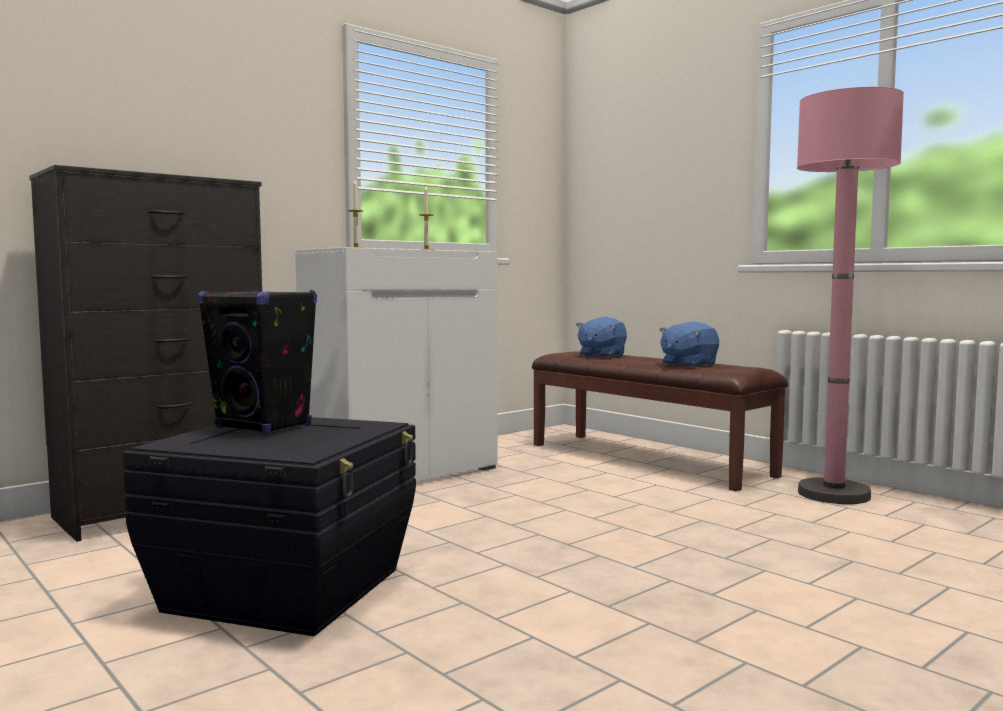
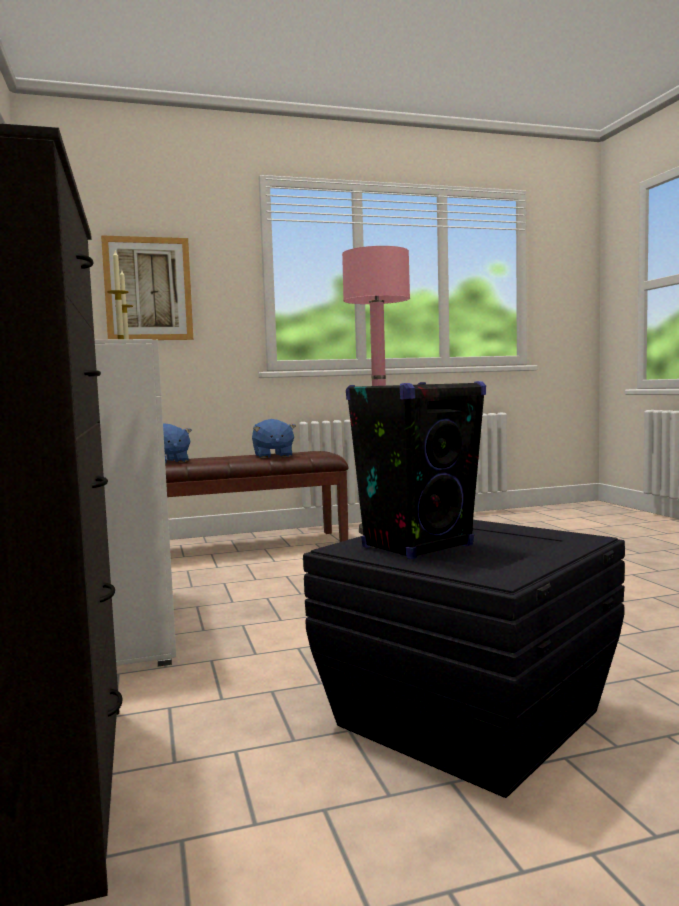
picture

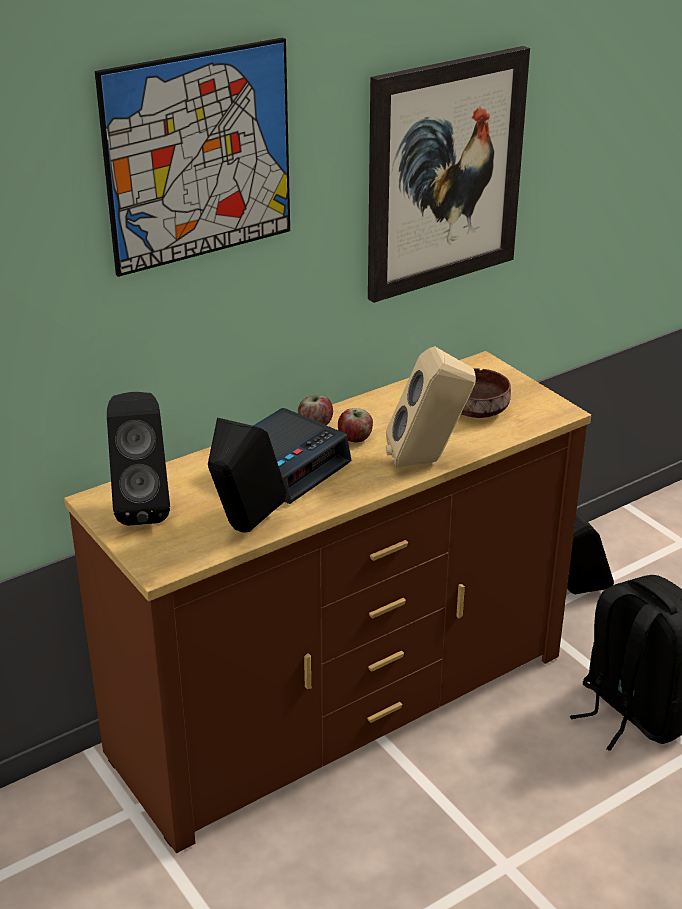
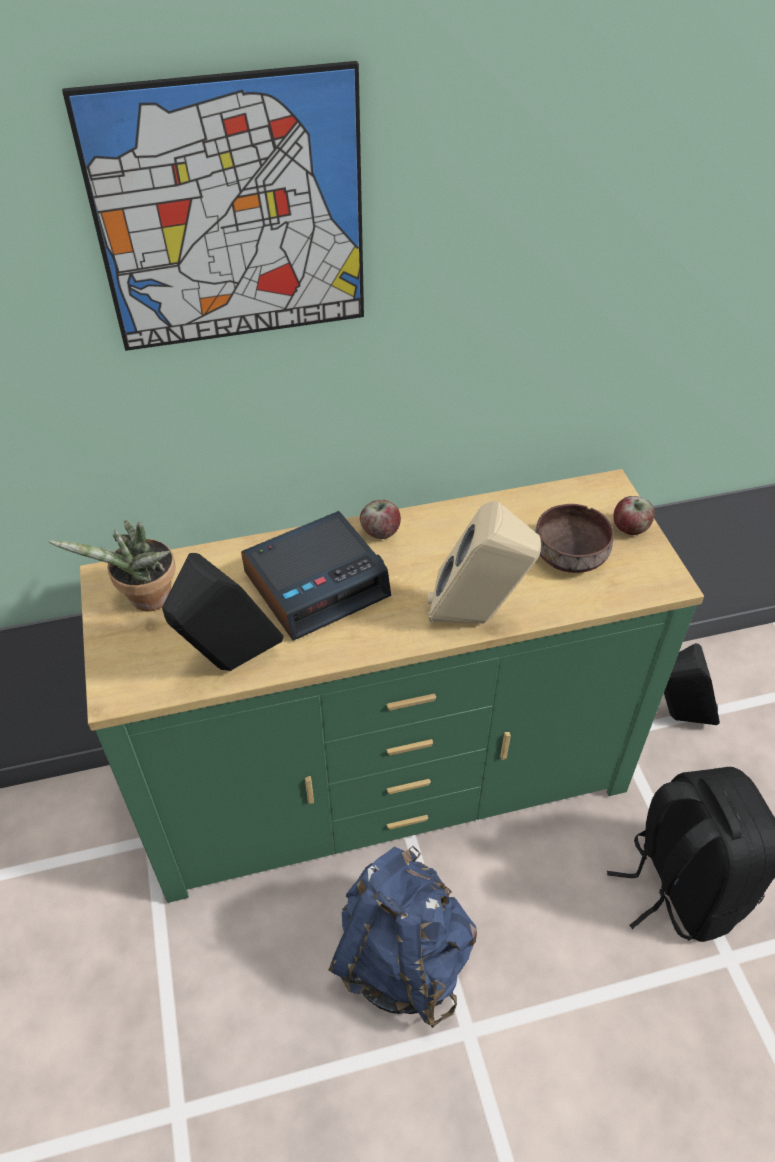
plant_in_a_pot
green_chest_of_drawers
bluish_backpack
whole_apple (2nd from left)
picture (2nd from left in the first image)

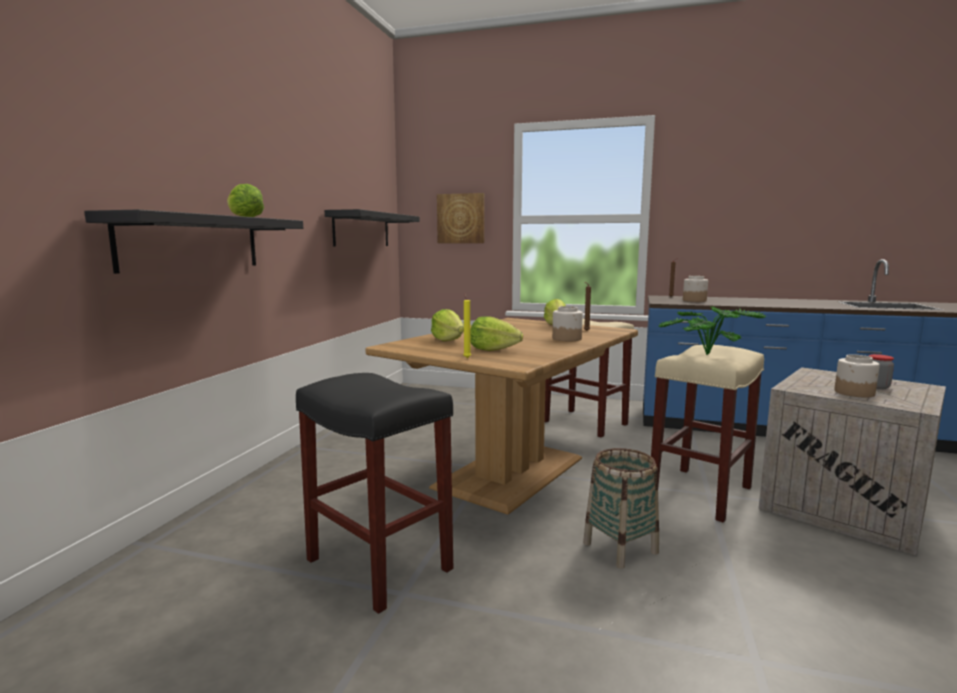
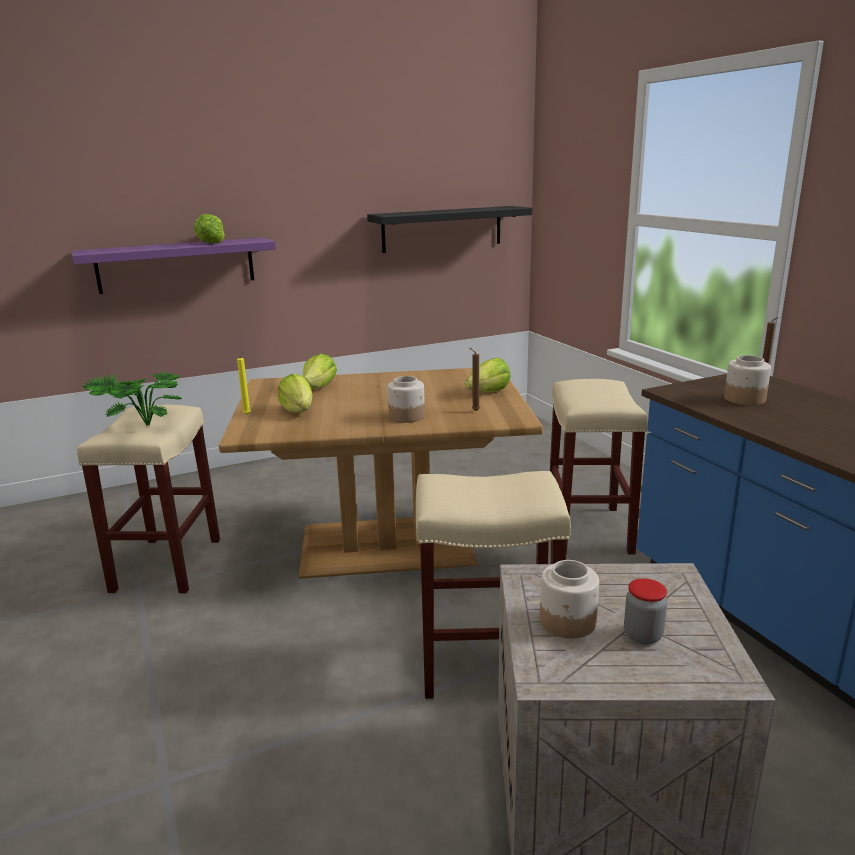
purplish_wall_shelf
sand-coloured_stool_seat (1st from left)
plant_in_a_pot
picture
basket

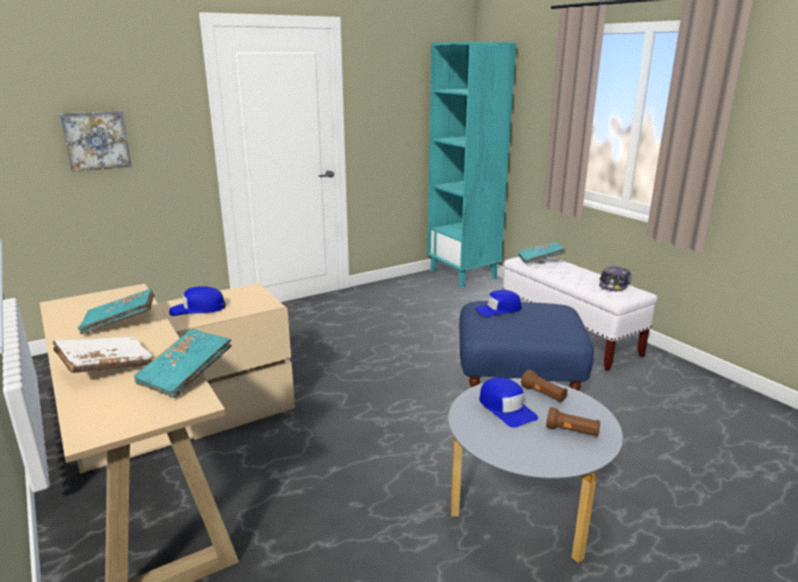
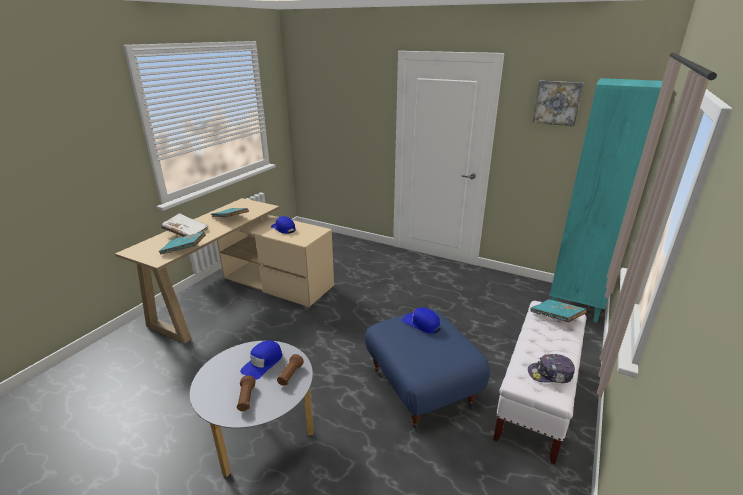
picture

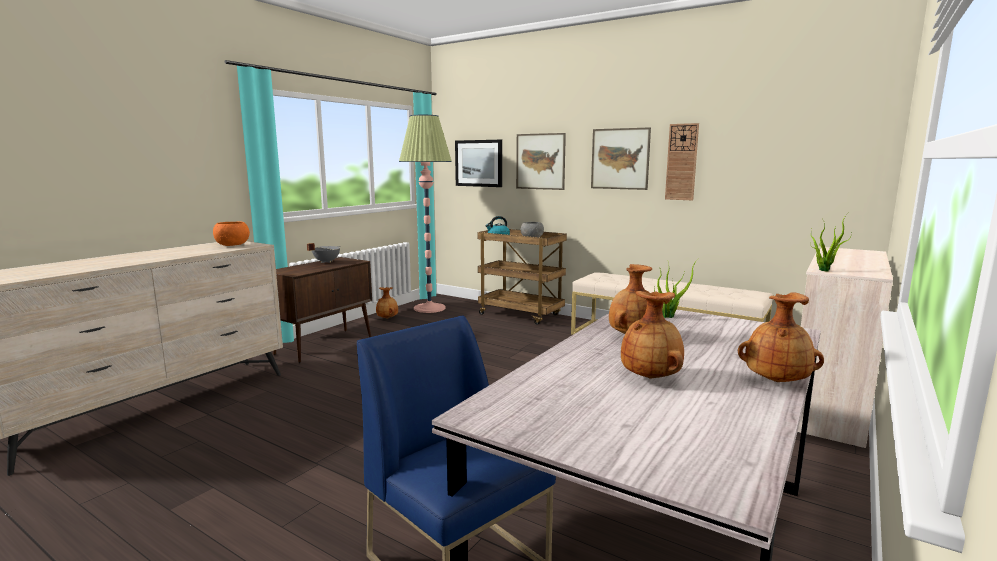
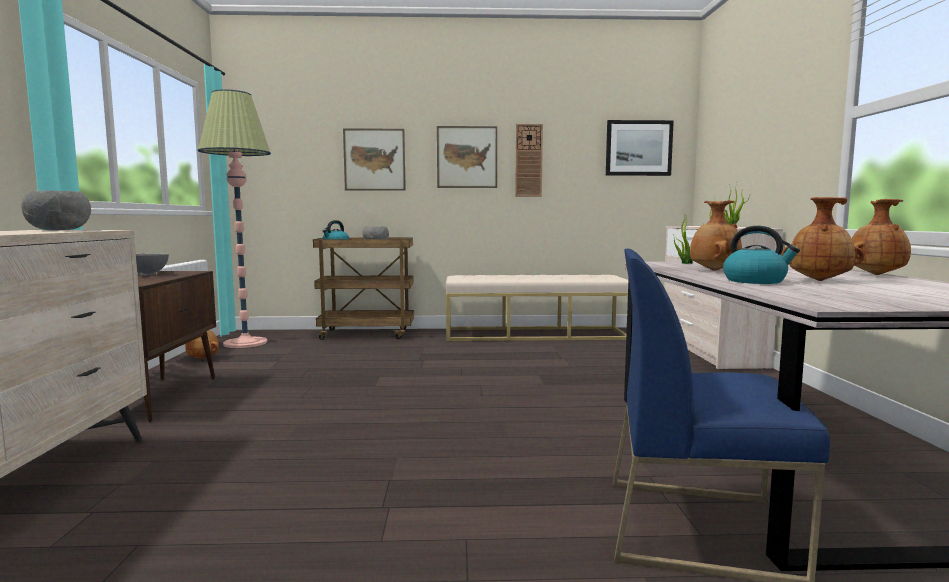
gray_serving_bowl (1st from left)
picture (3rd from left)
tea_kettle (2nd from left)

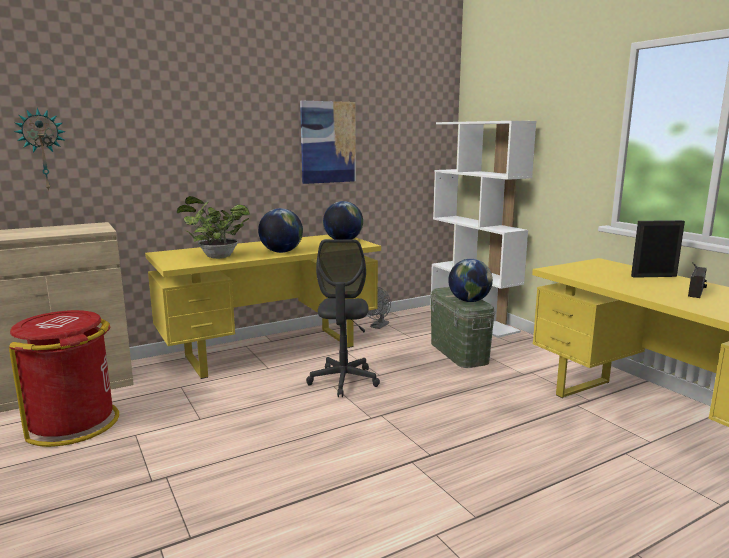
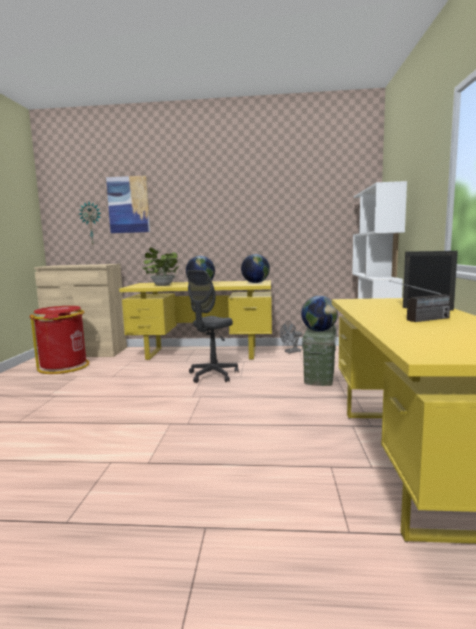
picture

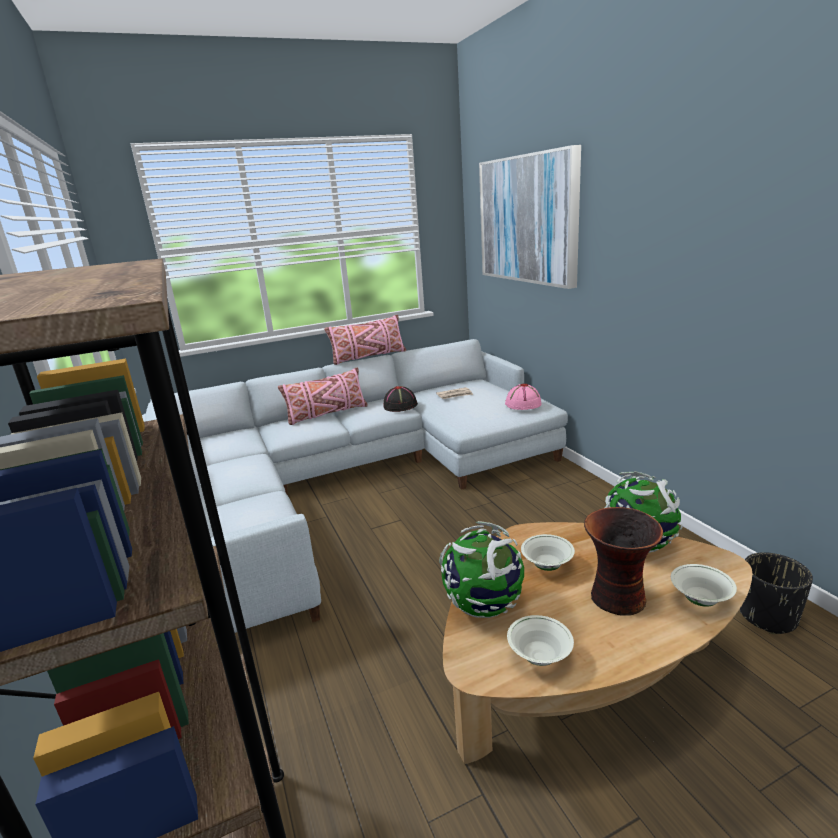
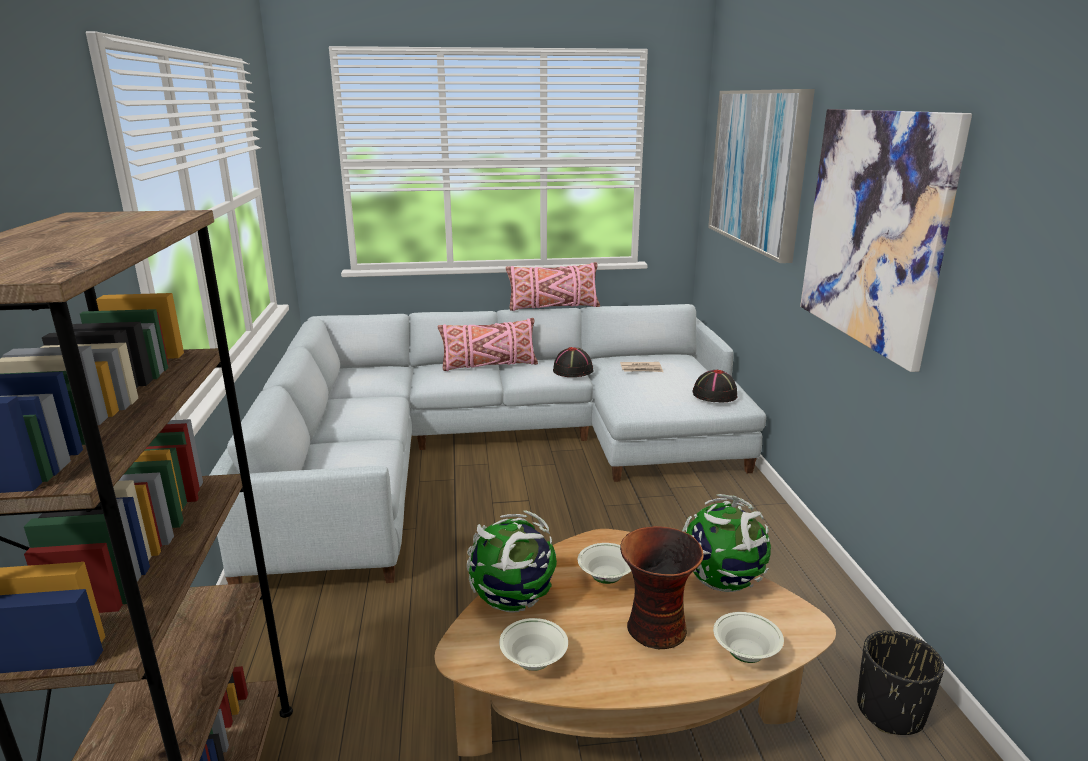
black-coloured_hat (2nd from left)
picture (2nd from left)

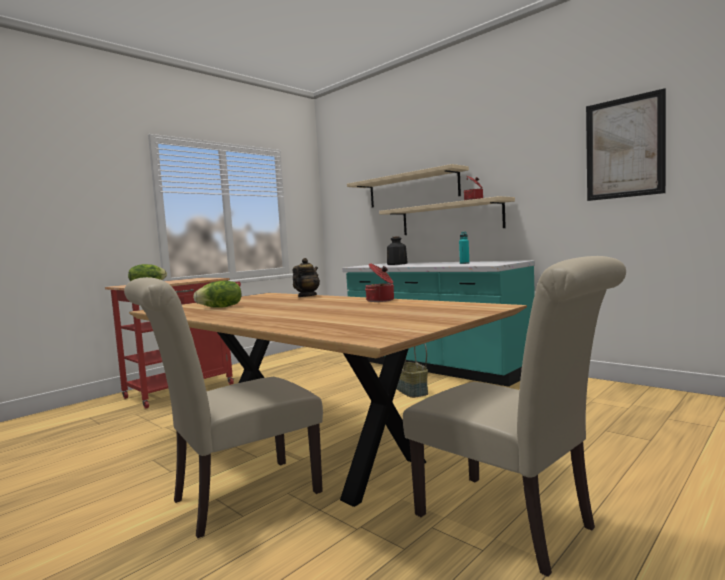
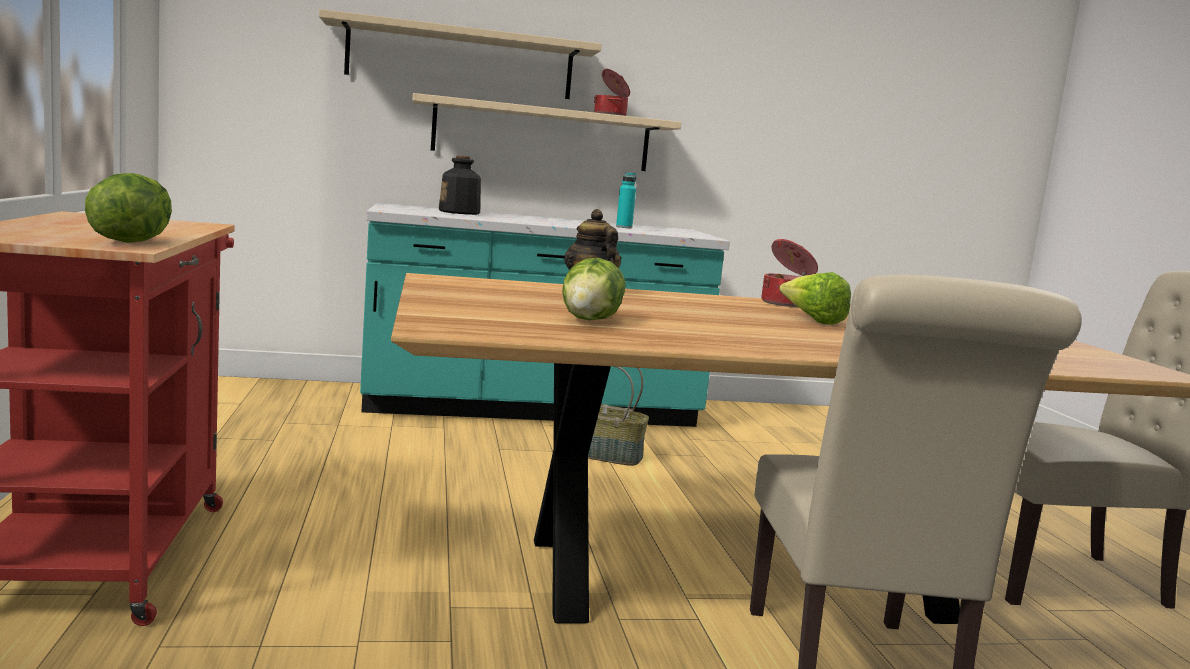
lettuce_head (3rd from left)
picture

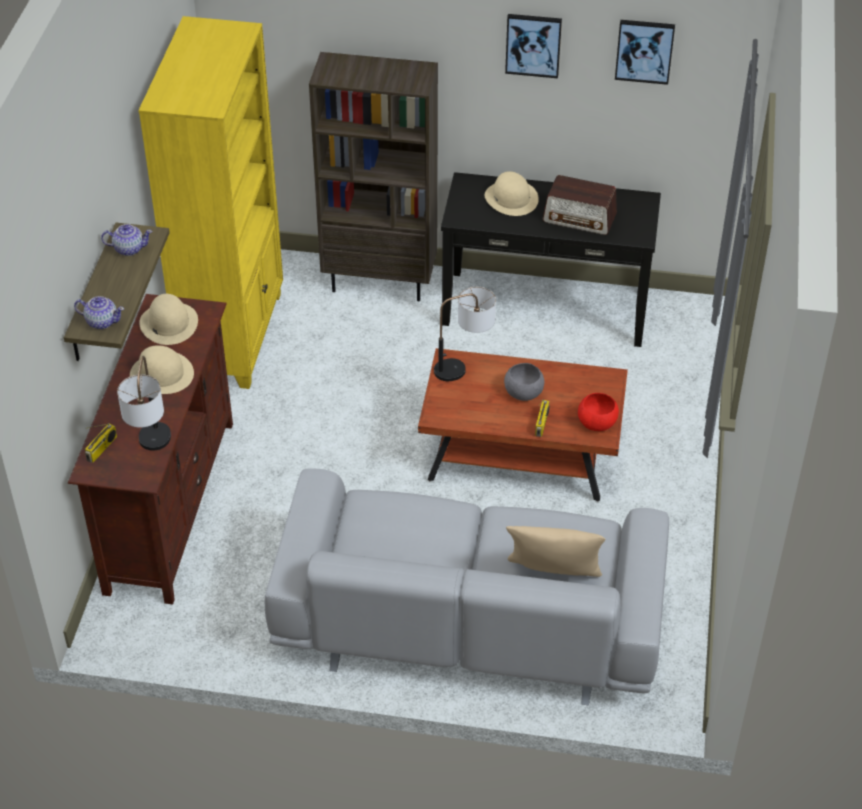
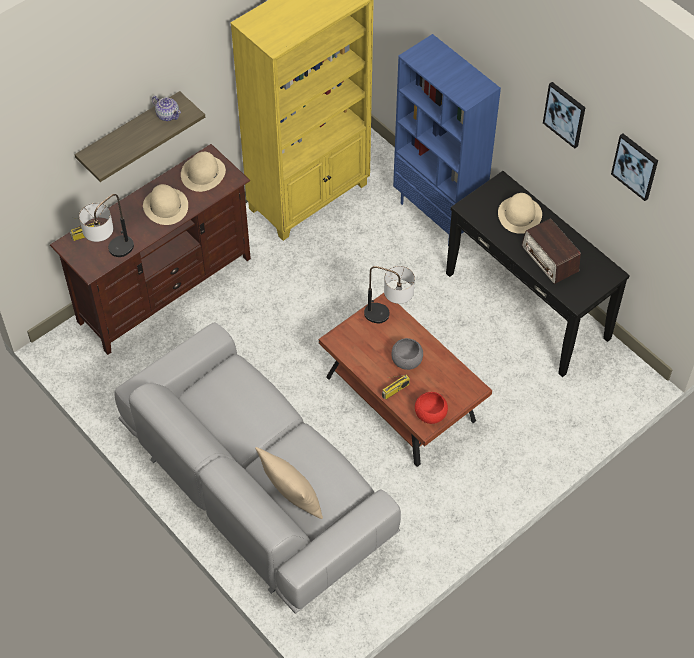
bluish_bookshelf
teapot (1st from left in the first image)

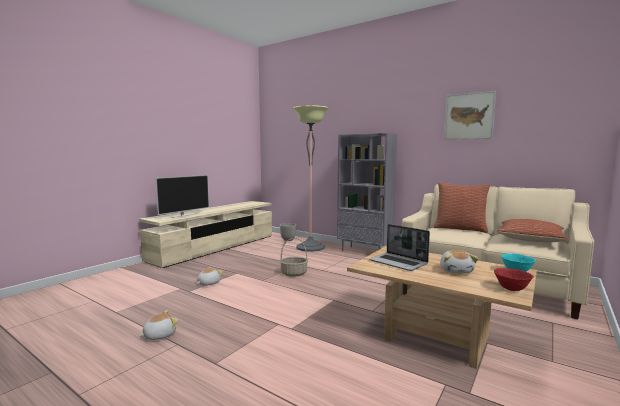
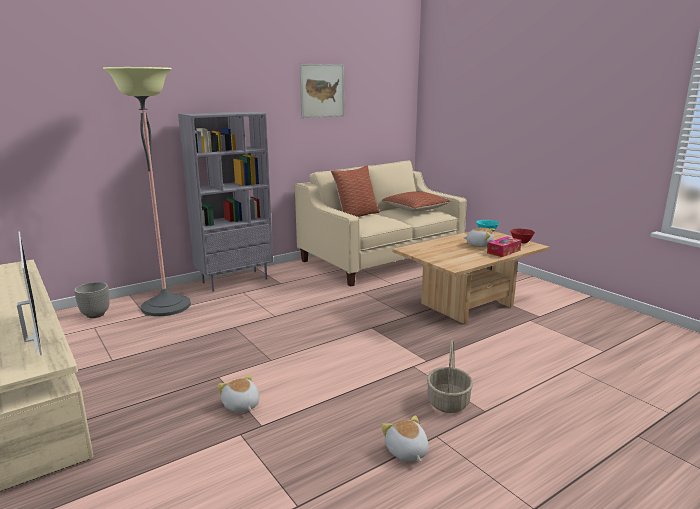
basket
tissue_box
notebook_computer

